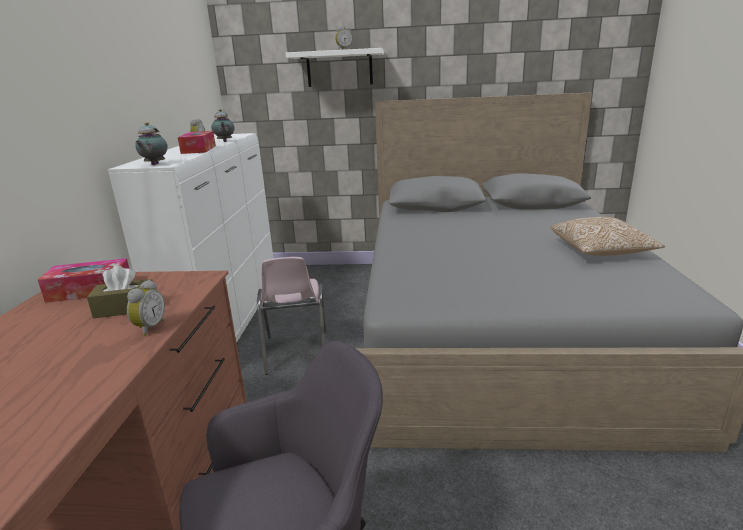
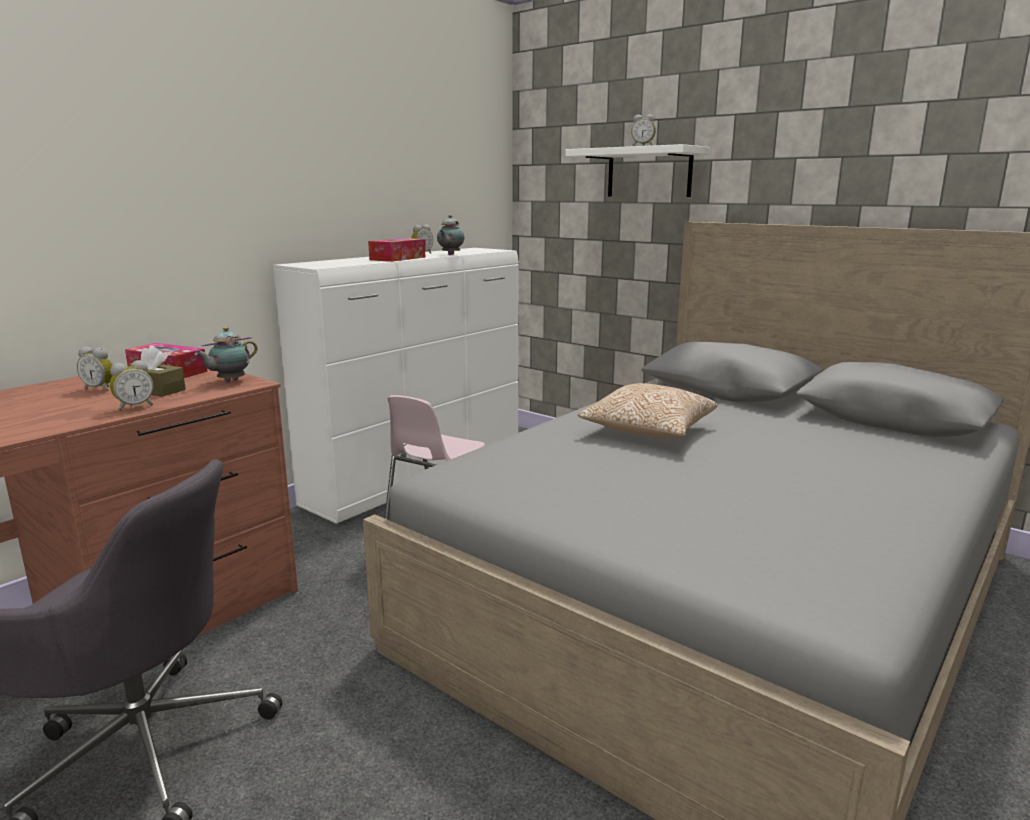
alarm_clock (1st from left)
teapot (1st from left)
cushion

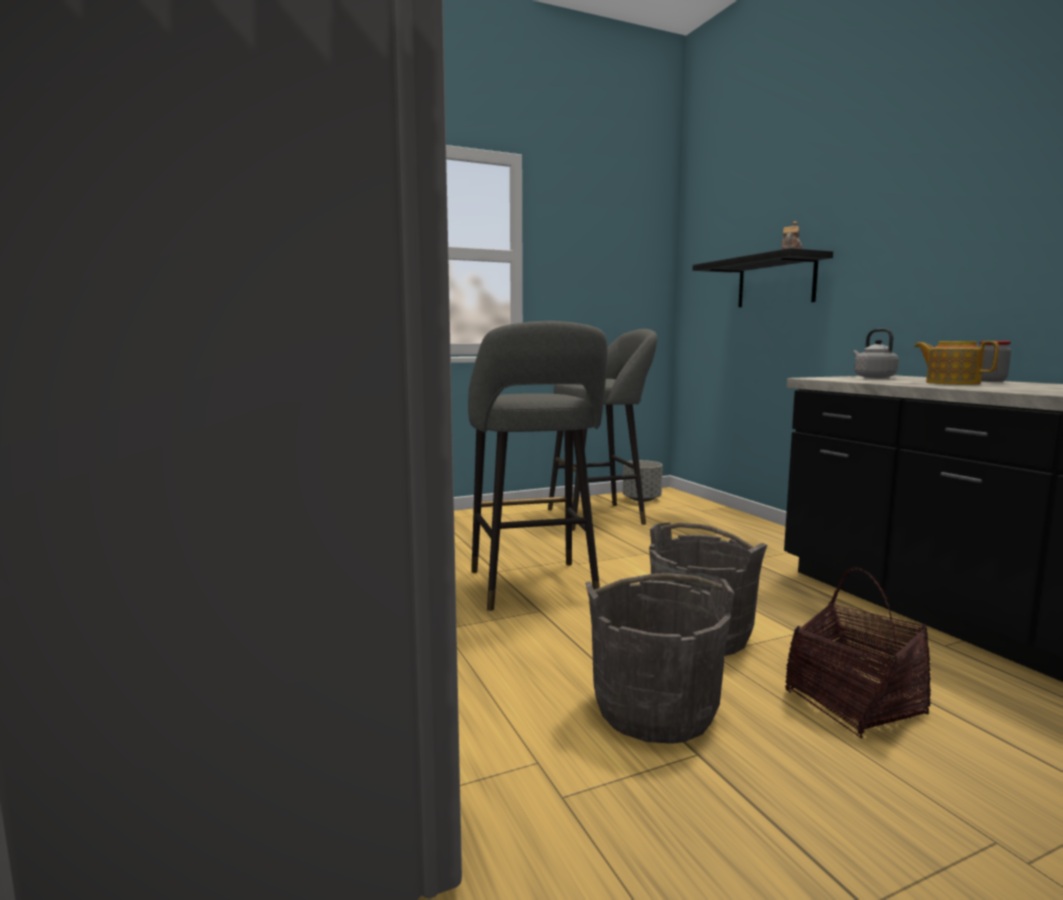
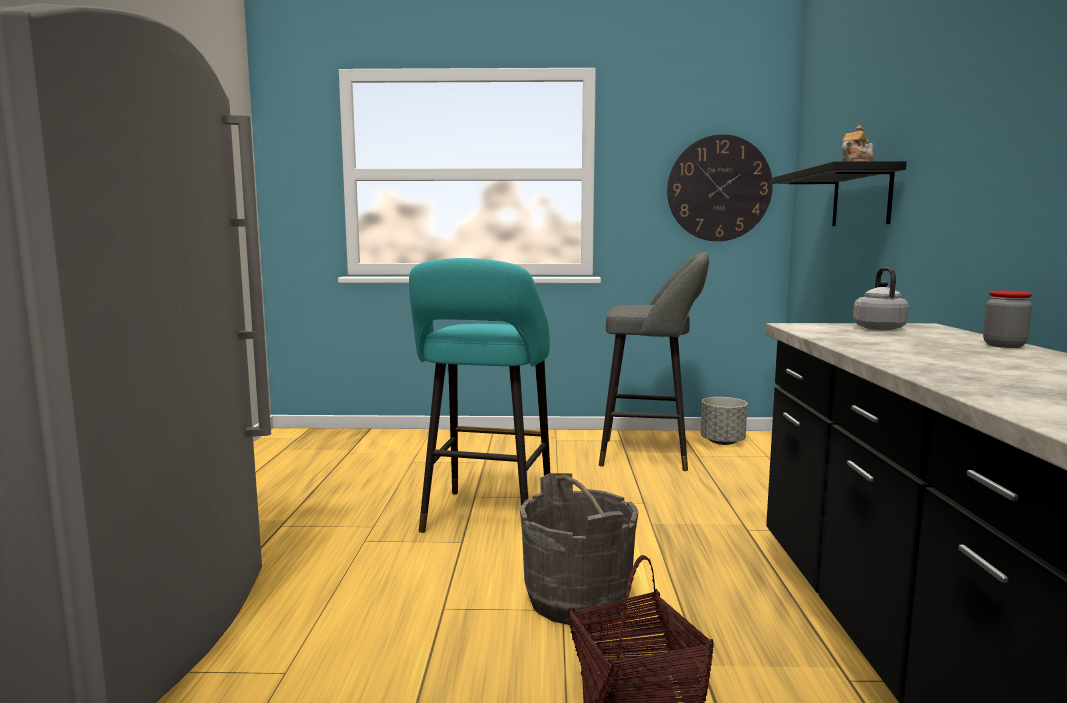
turquoise_stool_seat
hanging_clock
gray_water_bucket (1st from left in the first image)
teapot (2nd from left in the first image)

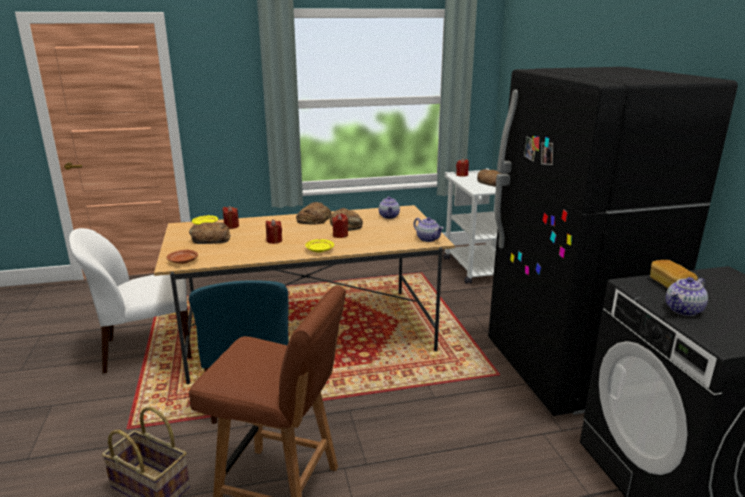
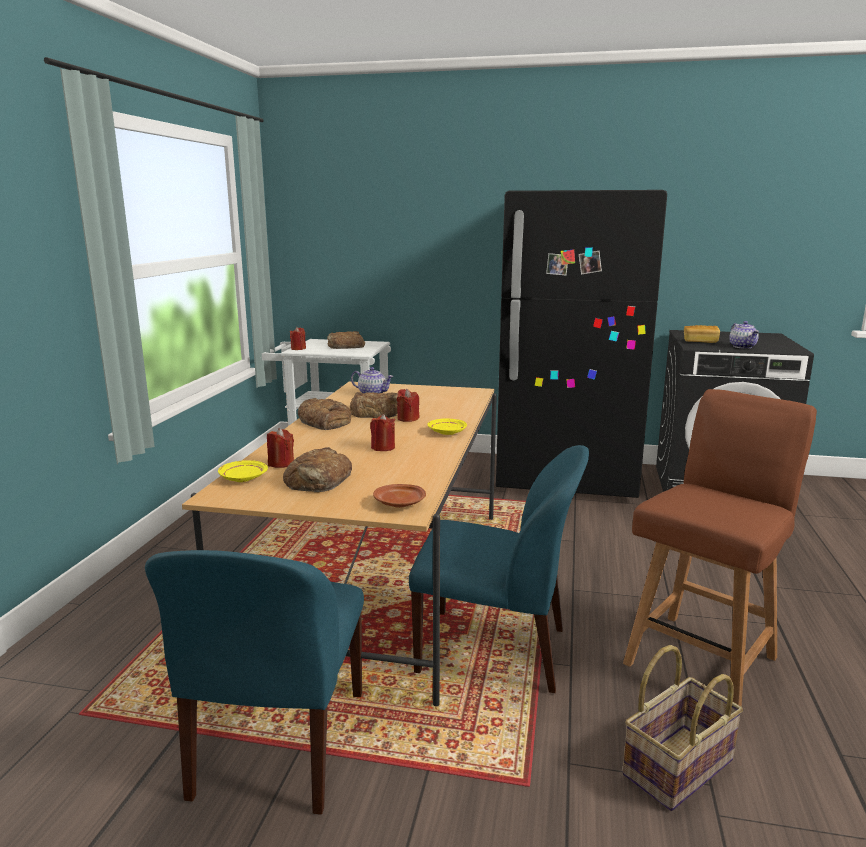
bluish_upright_chair (1st from left)
teapot (2nd from left in the first image)

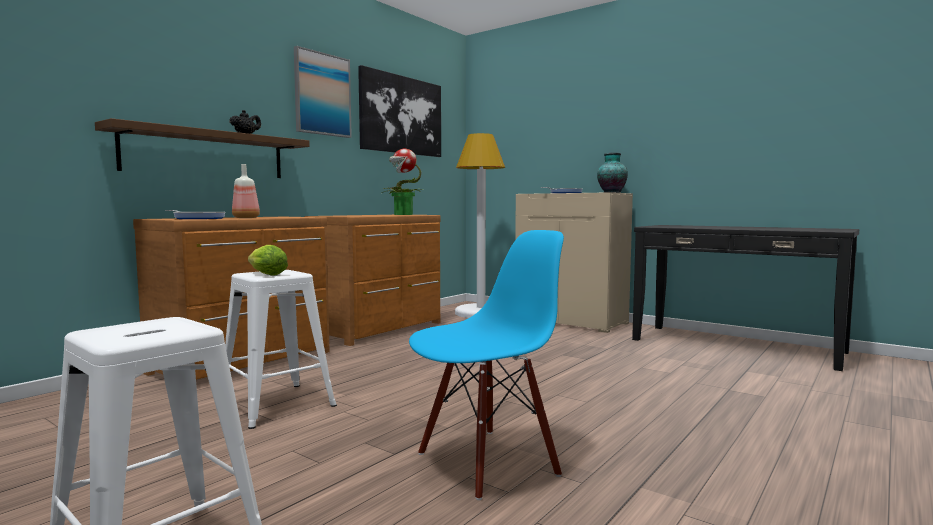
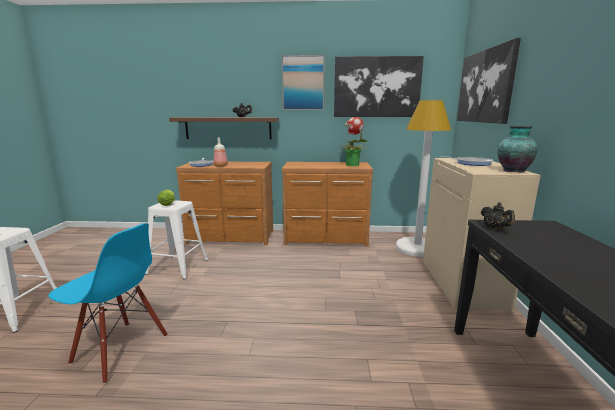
picture (3rd from left)
black-coloured_teapot (2nd from left)

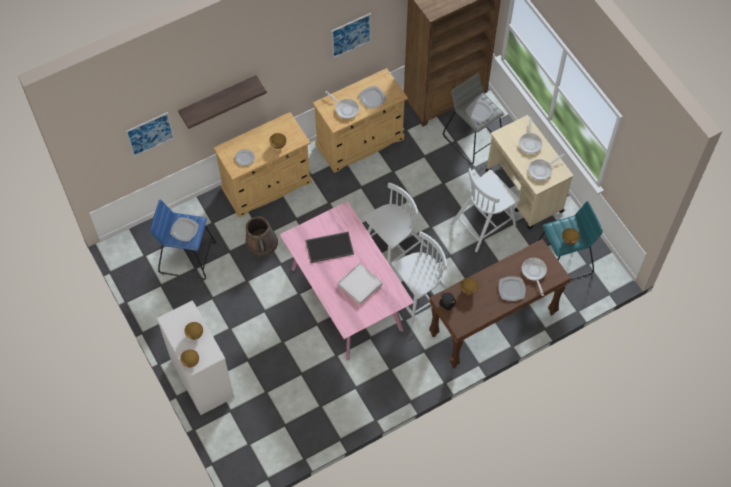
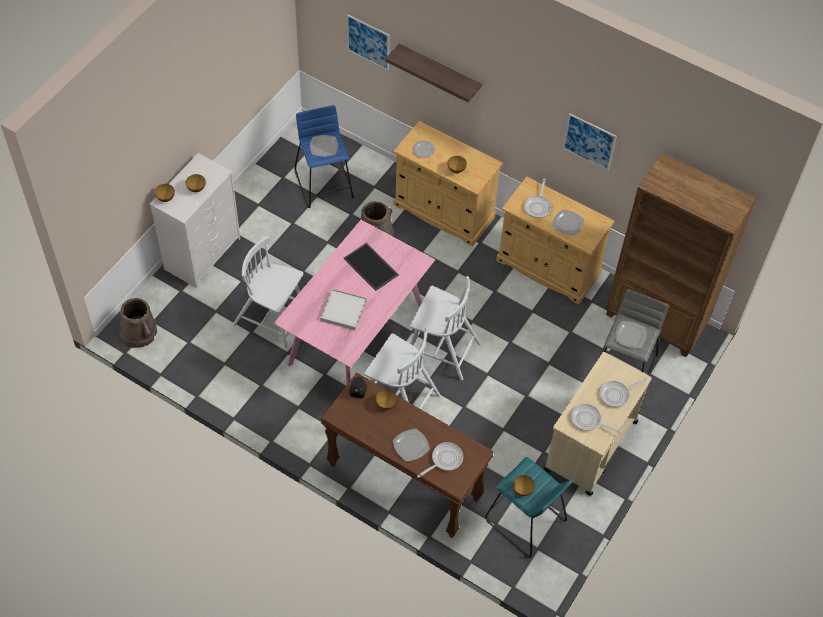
brown_water_bucket (1st from left)
white-coloured_upright_chair (1st from left)

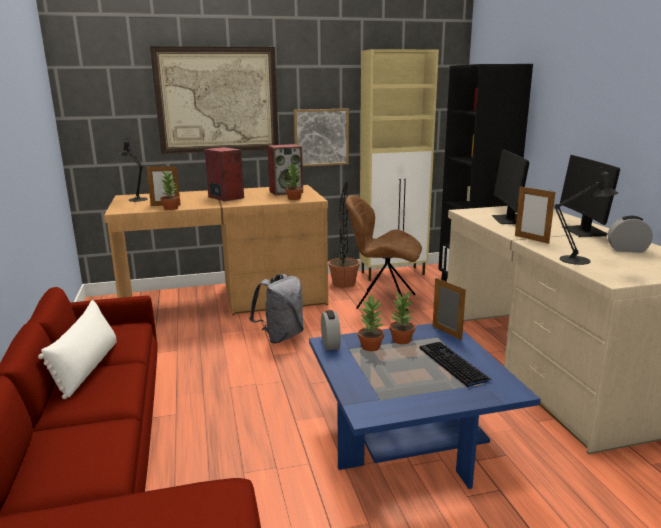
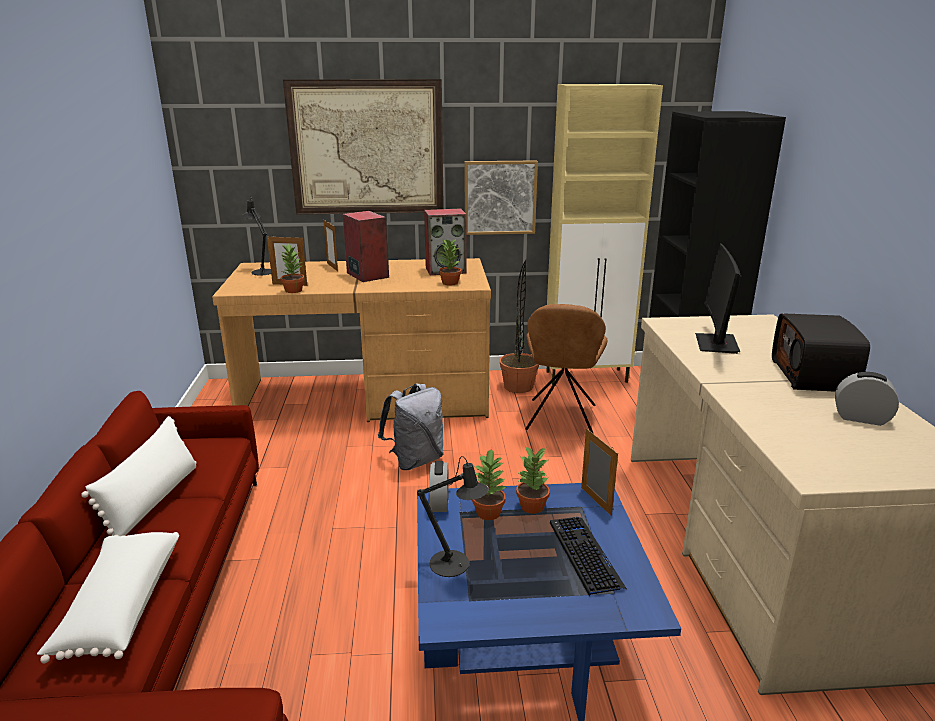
white-coloured_cushion (1st from left)
standing_frame (2nd from left)
black-coloured_tabletop_lamp (2nd from left)
brown_upright_chair
radio

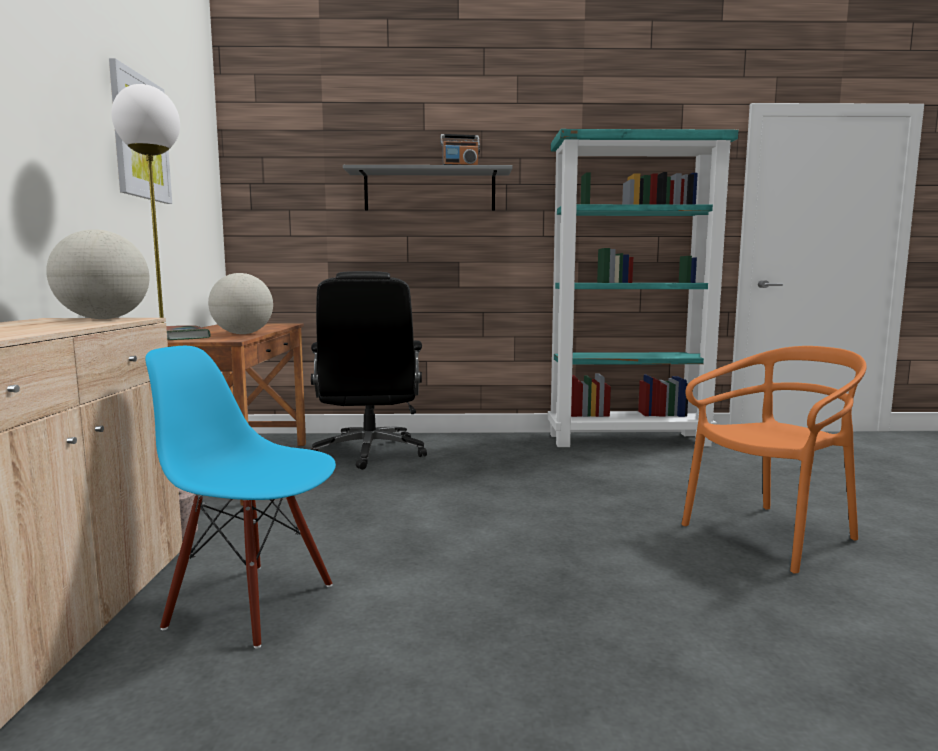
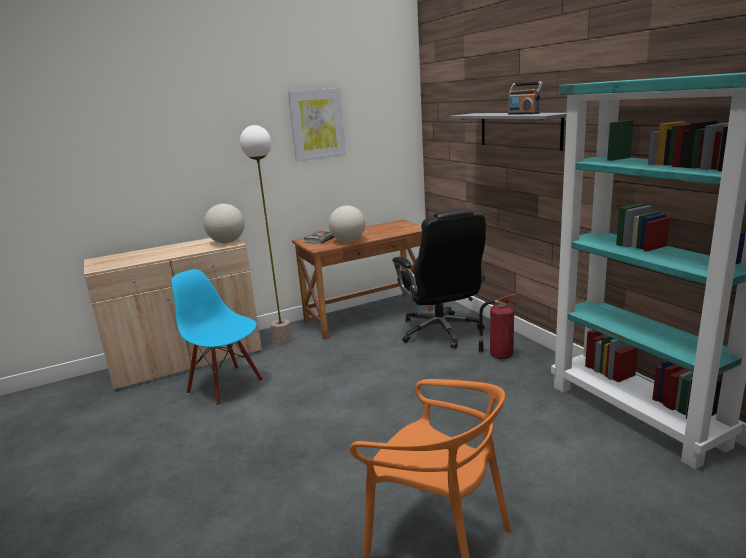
bluish_upright_chair
black-coloured_computer_chair
fire_extinguisher

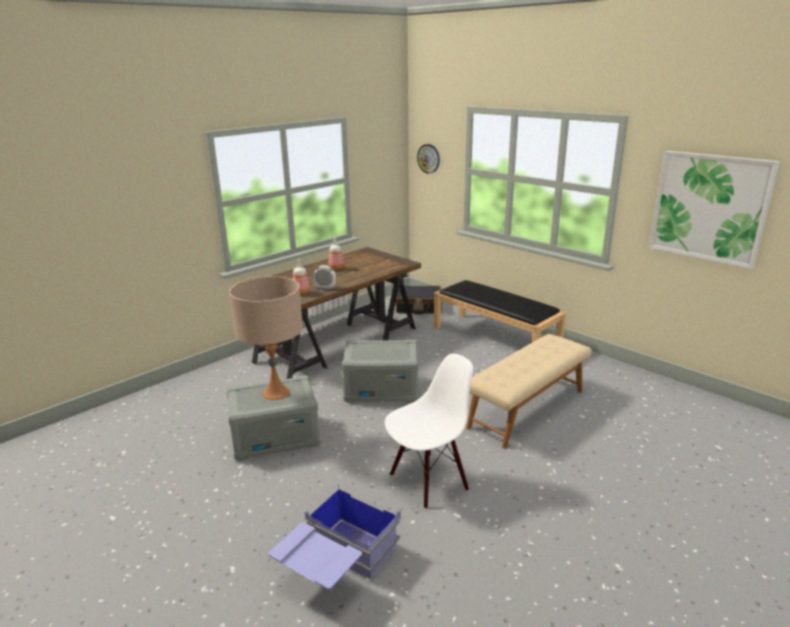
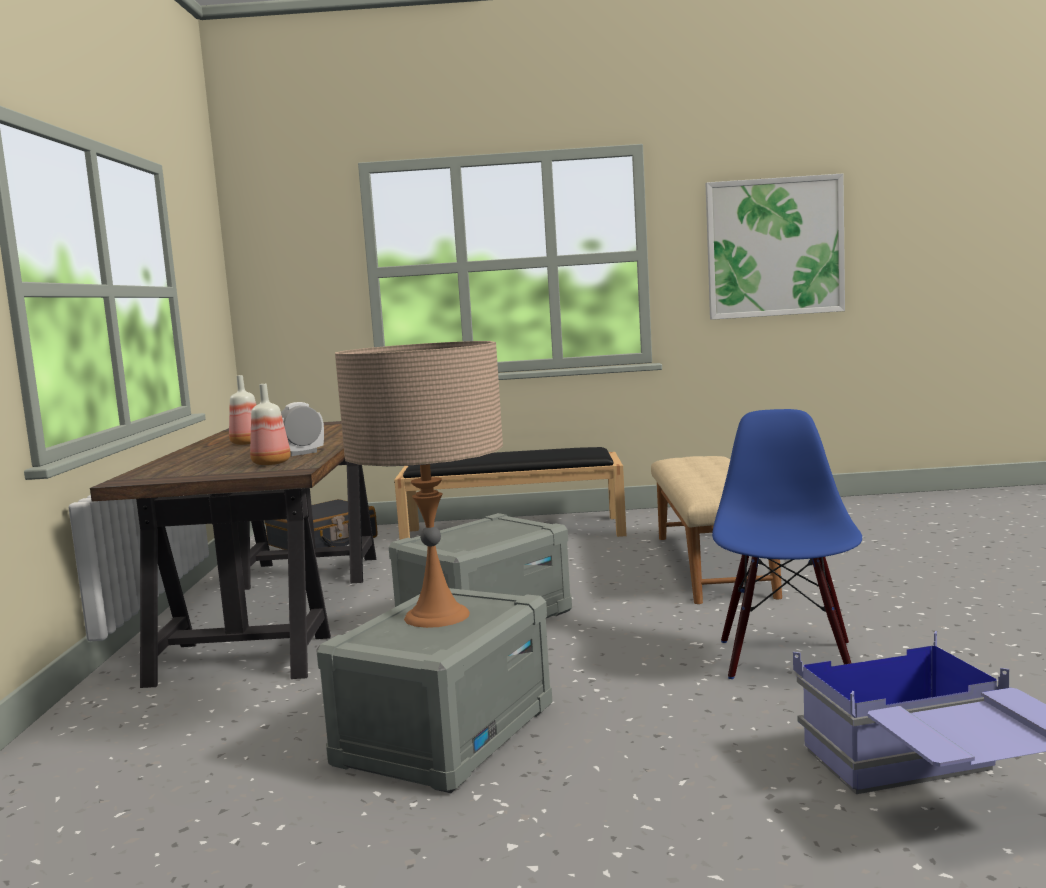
bluish_upright_chair
hanging_clock

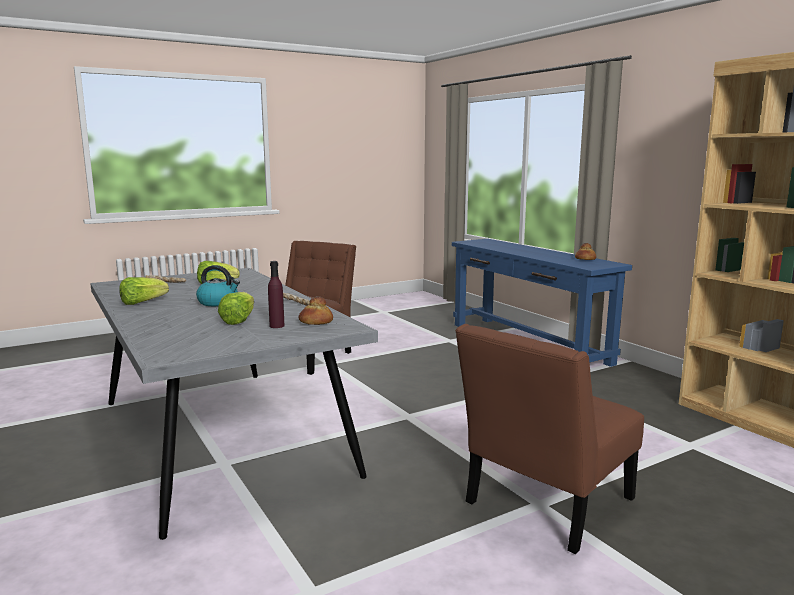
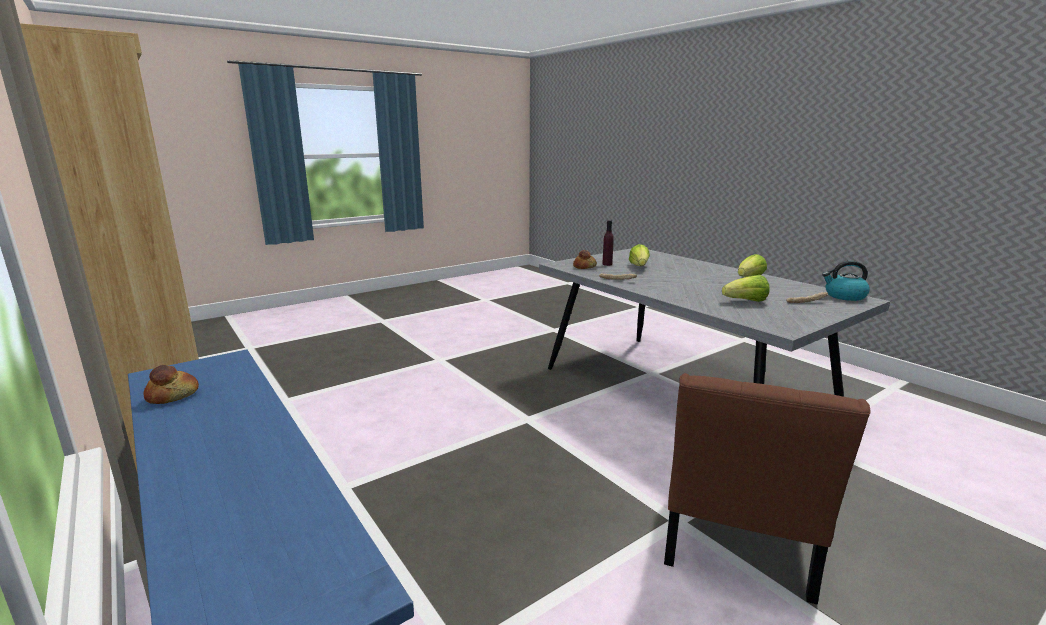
tea_kettle
brown_upright_chair (2nd from left in the first image)

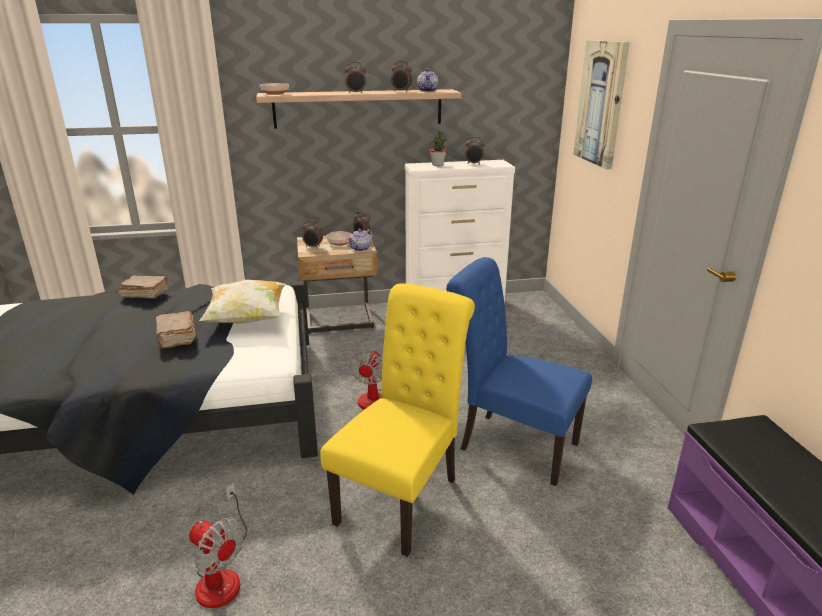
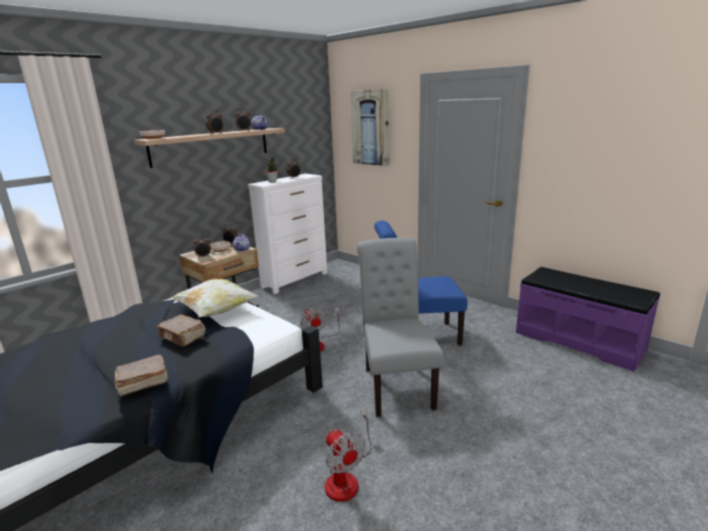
brown_book (1st from left)
cooling_fan (2nd from left)
gray_upright_chair

